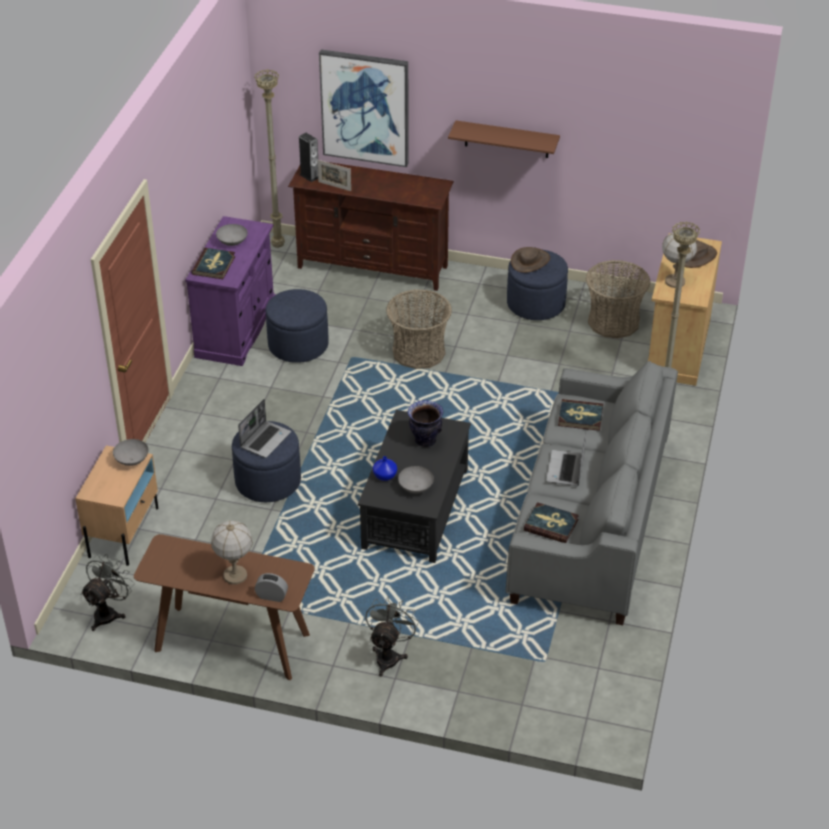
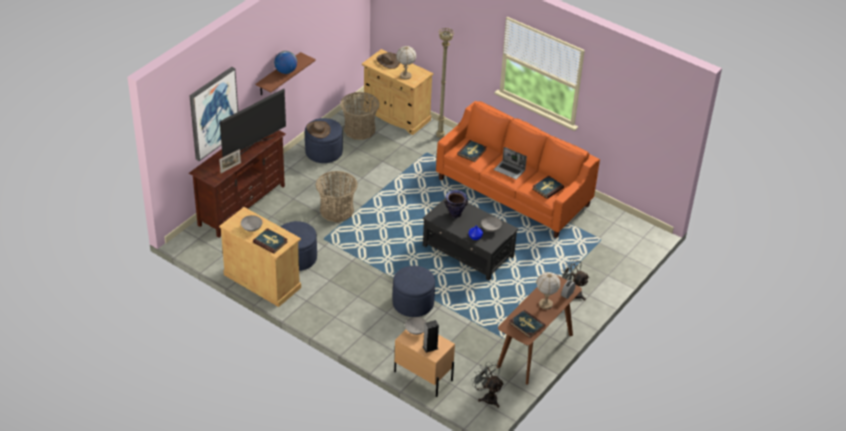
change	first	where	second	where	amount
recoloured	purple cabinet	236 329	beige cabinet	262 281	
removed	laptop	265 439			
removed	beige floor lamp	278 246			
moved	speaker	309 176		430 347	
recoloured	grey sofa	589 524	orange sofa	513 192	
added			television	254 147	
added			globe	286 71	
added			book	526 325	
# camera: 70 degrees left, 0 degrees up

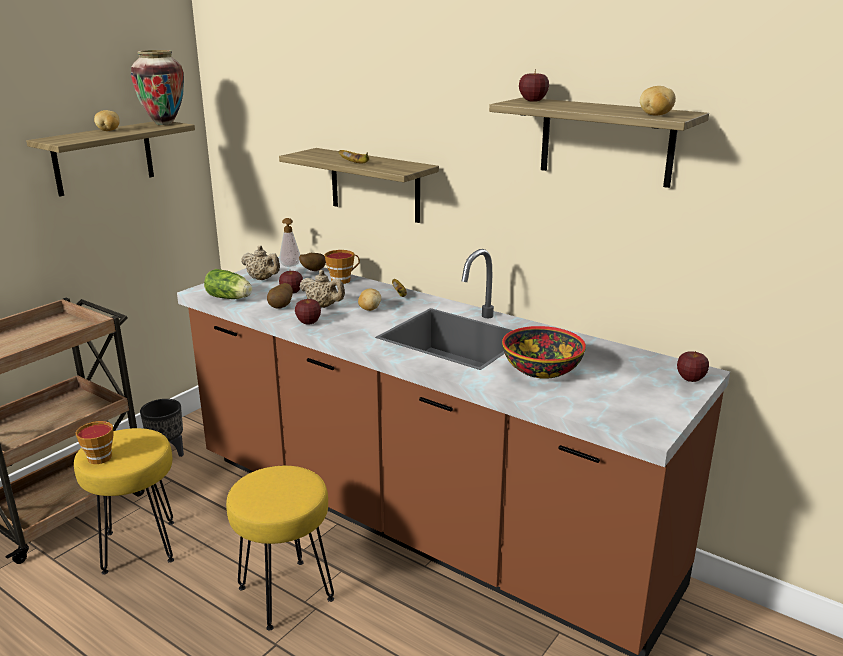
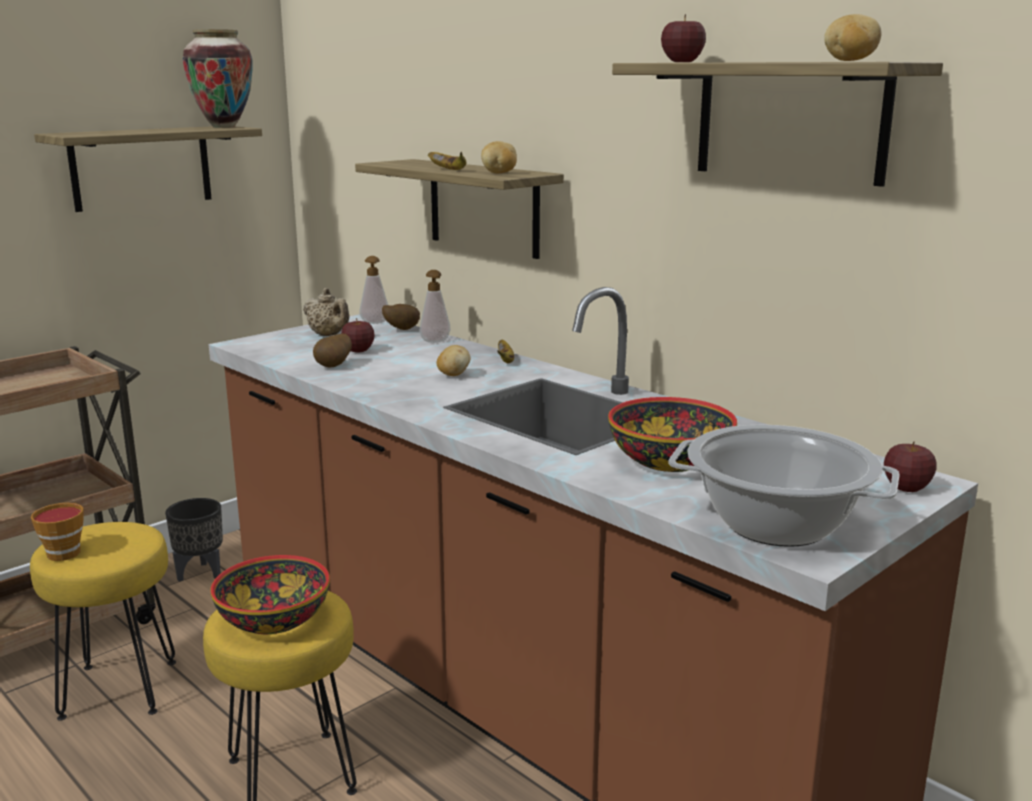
change	first	where	second	where	amount
moved	potato	108 130		499 173	
removed	lettuce	230 298			
removed	apple	308 322			
removed	beige teapot	323 306			
replaced	cup	343 280	soap dispenser	436 341	
added			bowl	274 620	
added			cooking pot	775 525	
# camera: 10 degrees right, 5 degrees down

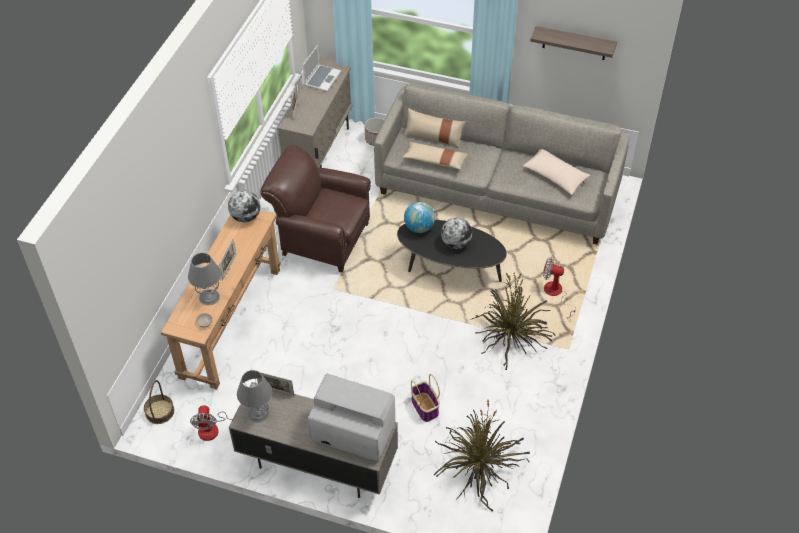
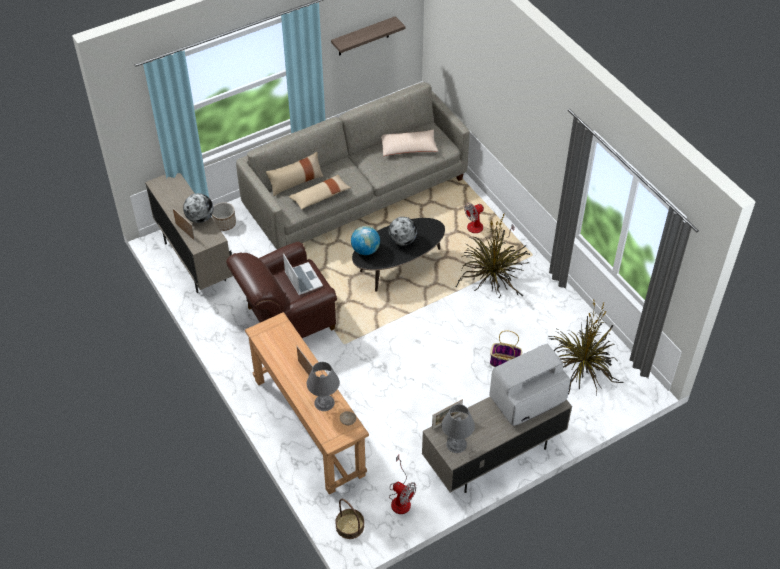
change	first	where	second	where	amount
moved	globe	246 217		200 218	
moved	laptop	322 78		302 279	
# camera: 50 degrees left, 0 degrees up

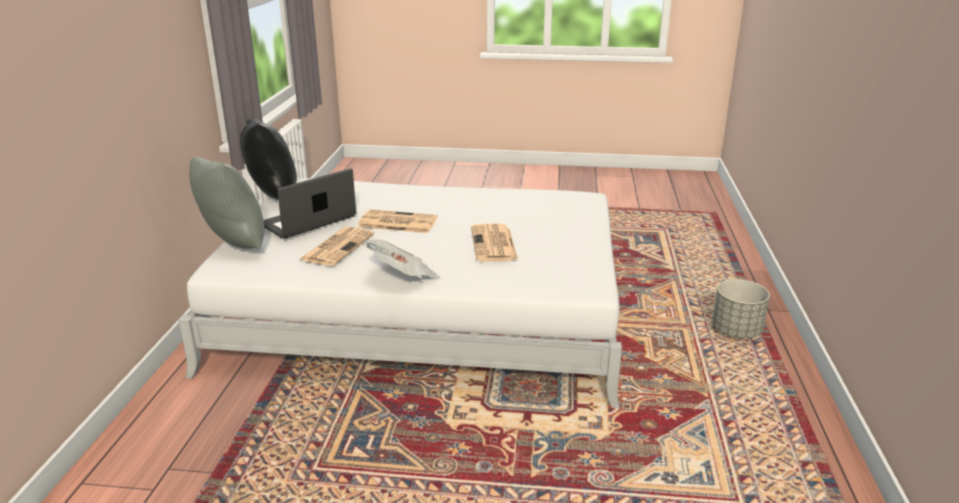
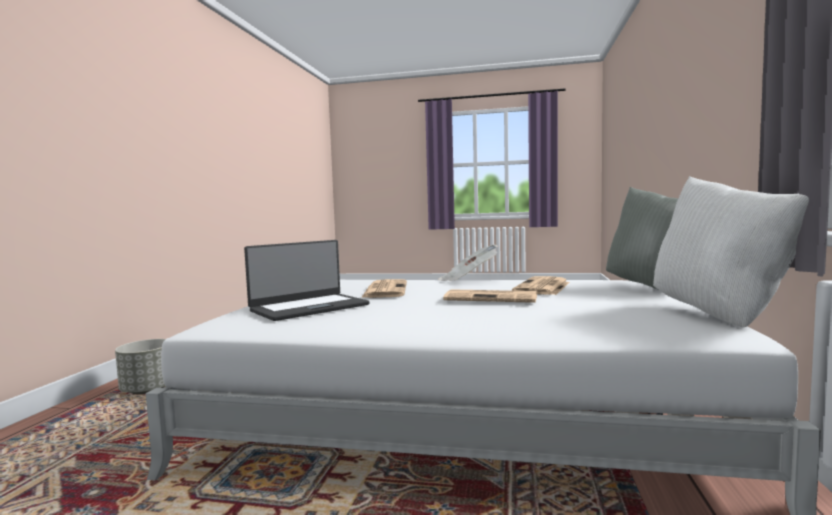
change	first	where	second	where	amount
recoloured	black pillow	271 197	white pillow	720 315	
moved	laptop	309 221		309 307	
# camera: 175 degrees left, 20 degrees down

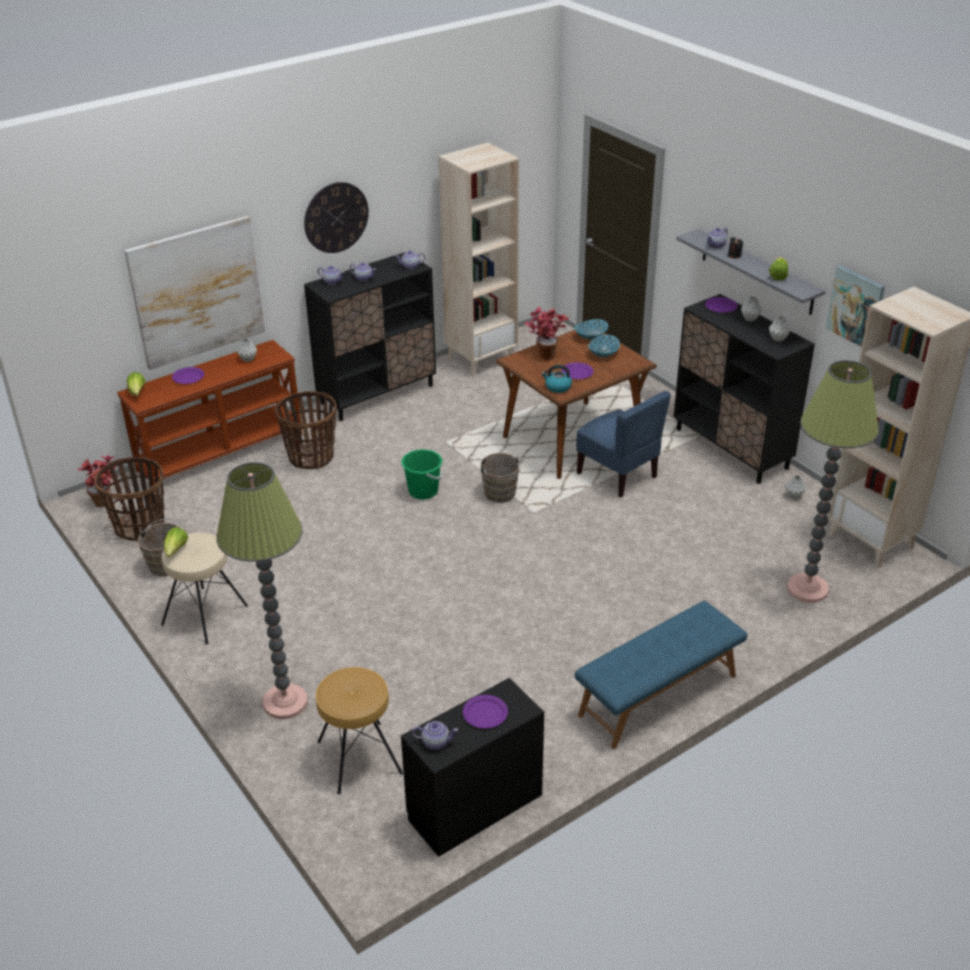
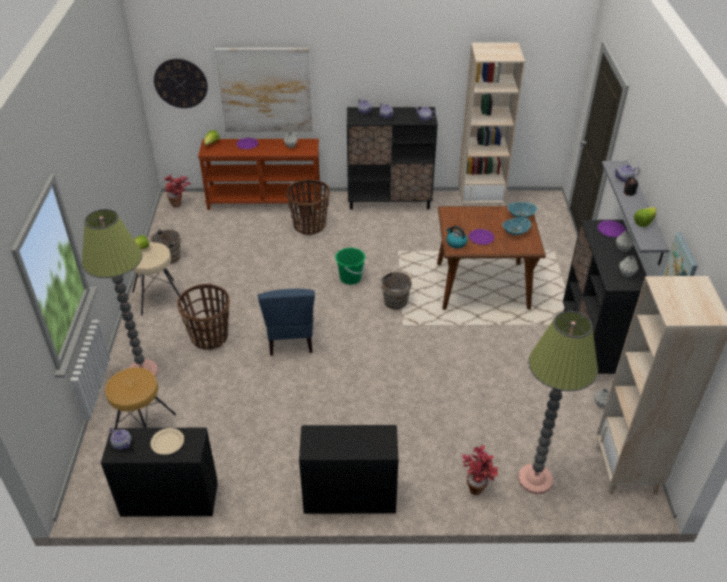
change	first	where	second	where	amount
moved	basket	140 527		209 337	
moved	wall clock	336 217		180 83	
recoloured	purple plate	484 713	beige plate	167 442	
moved	potted plant	545 354		477 486	
replaced	blue bench	658 696	black dresser	349 495	
moved	blue chair	618 475		290 338	
# camera: 35 degrees right, 5 degrees up

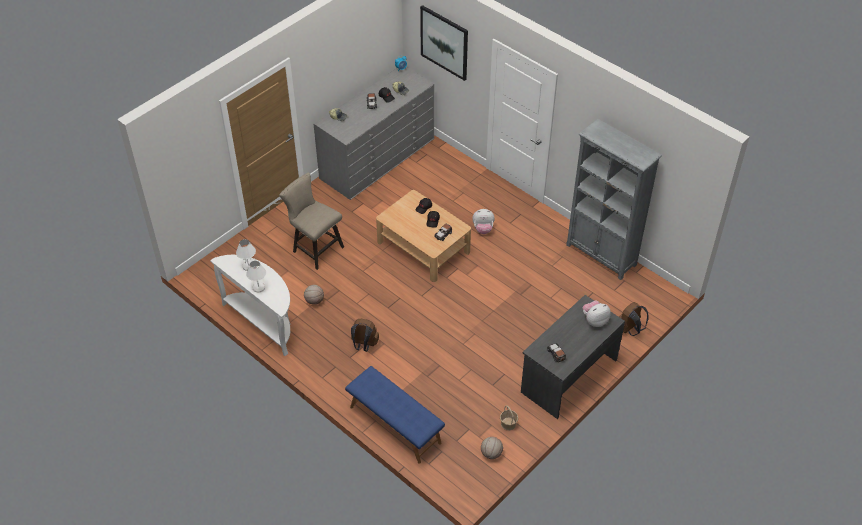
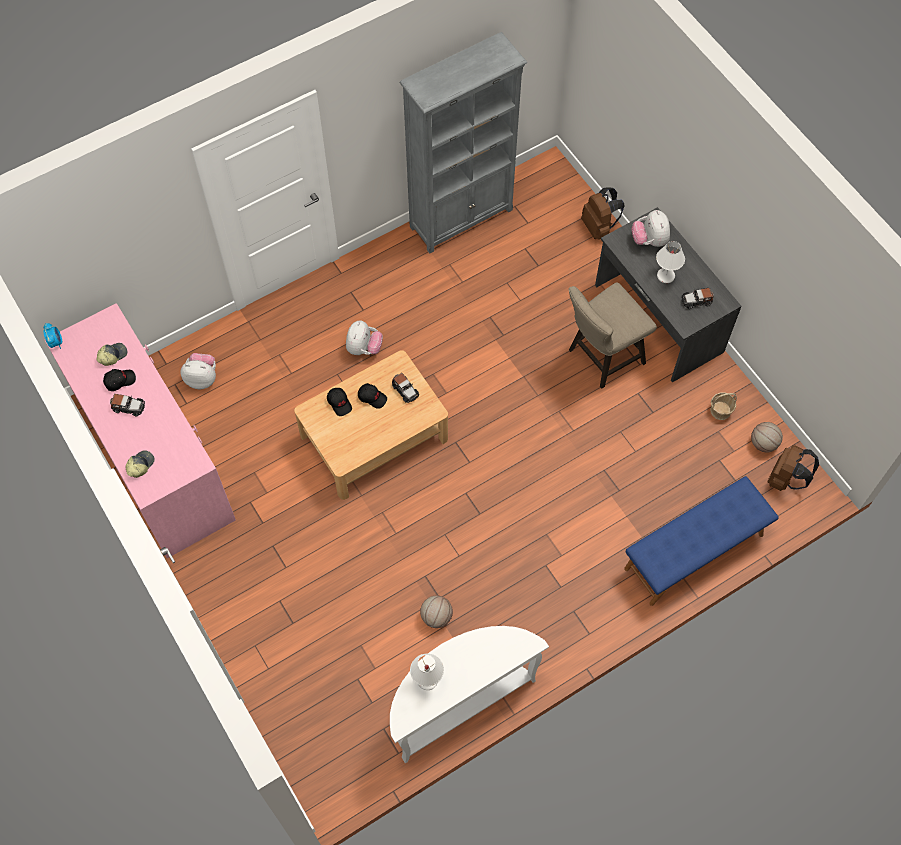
change	first	where	second	where	amount
moved	white table lamp	259 288		666 275	
moved	beige stool	315 248		601 358	
recoloured	grey dresser	377 158	pink dresser	155 458	
moved	brown backpack	364 345		785 479	
removed	picture	444 42			
added			plush toy	202 378	
# camera: 75 degrees left, 15 degrees up

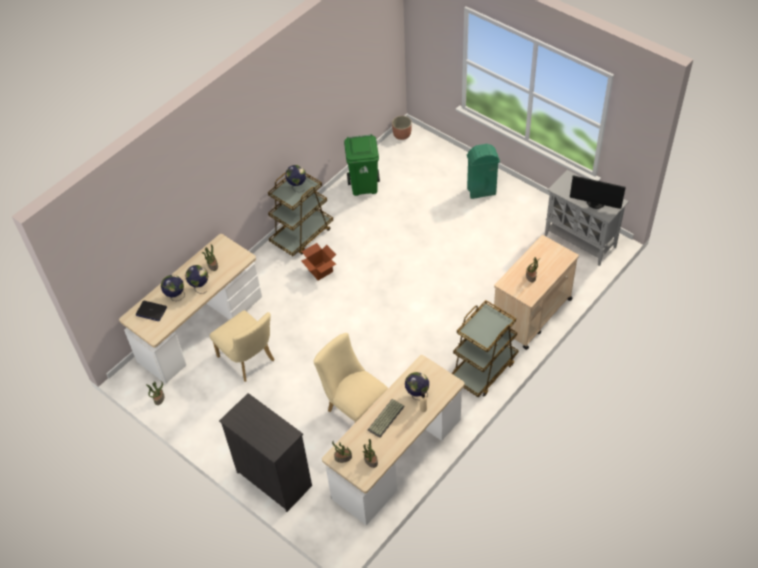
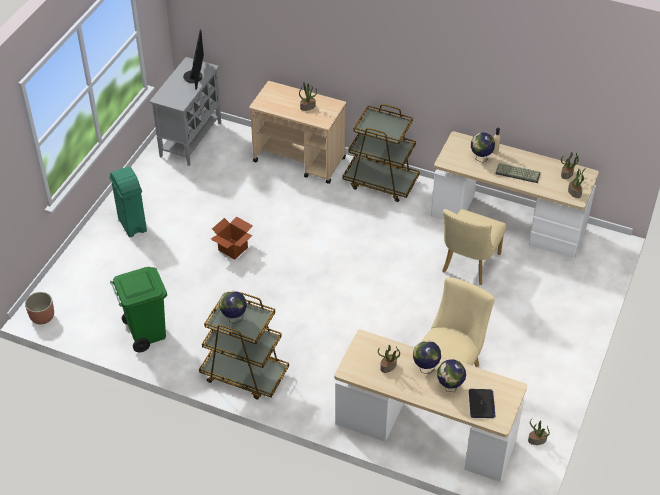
change	first	where	second	where	amount
removed	black dresser	274 478			
moved	cardboard box	320 270		233 249	
# camera: 110 degrees left, 5 degrees down

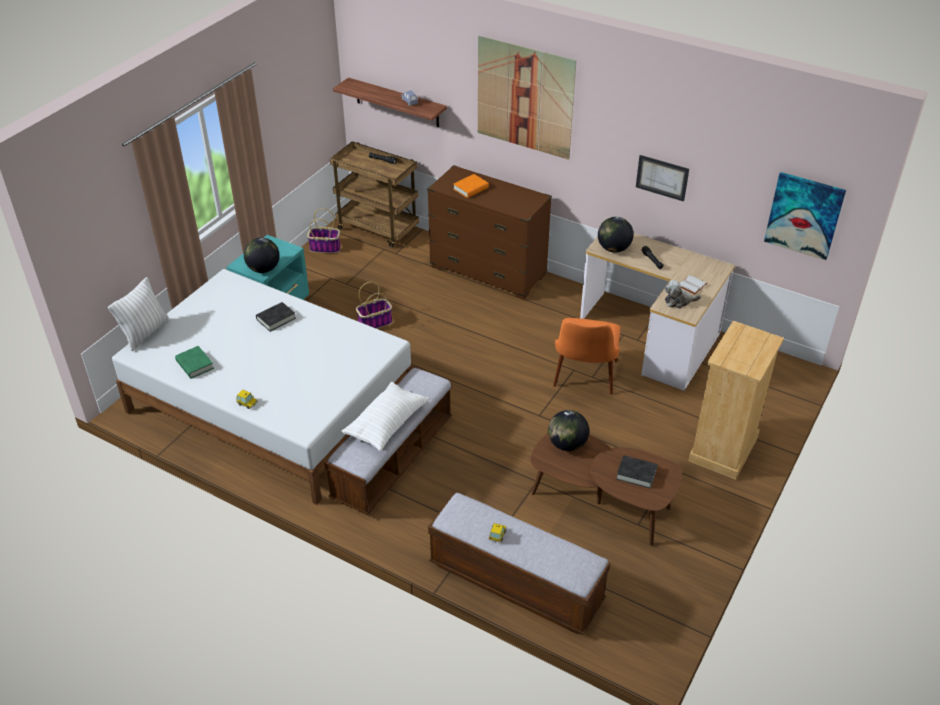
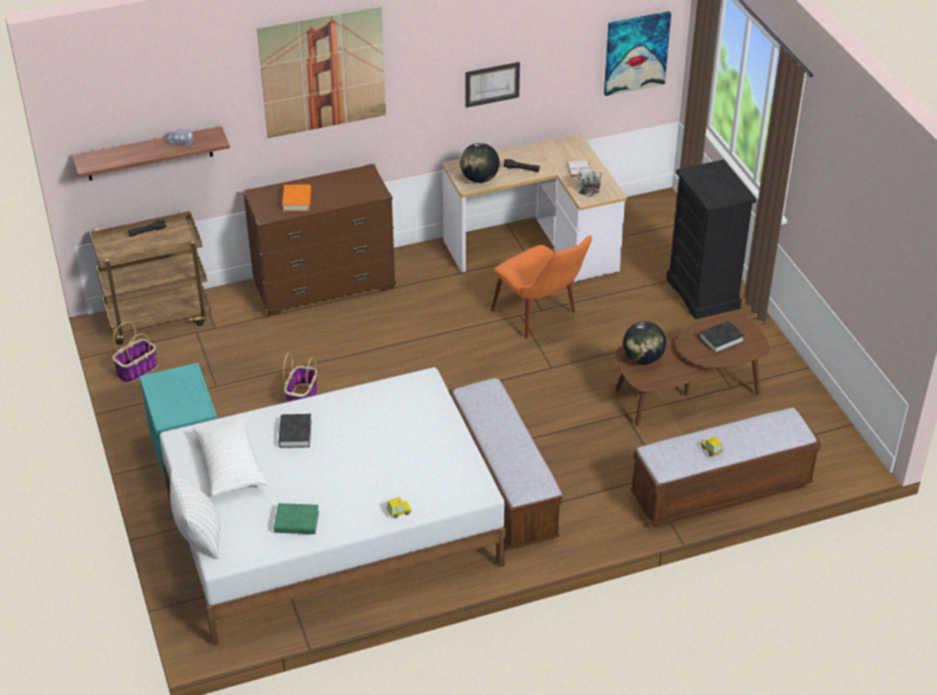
change	first	where	second	where	amount
removed	globe	263 269			
moved	white pillow	387 424		231 465	
recoloured	beige dresser	723 449	black dresser	703 293	
# camera: 50 degrees left, 0 degrees up

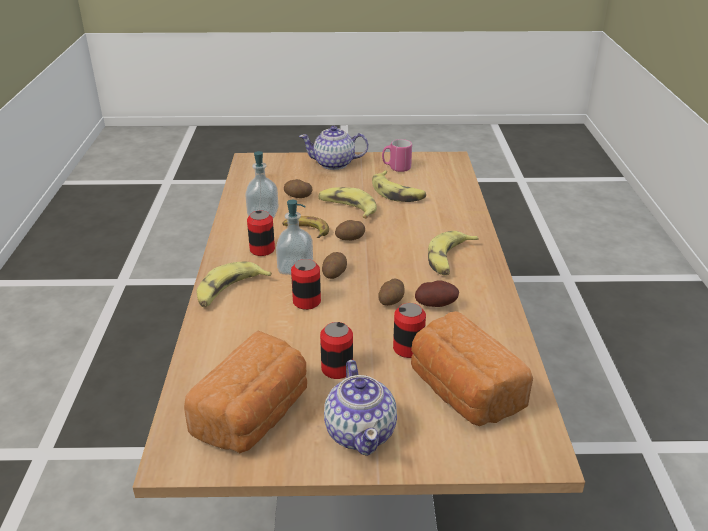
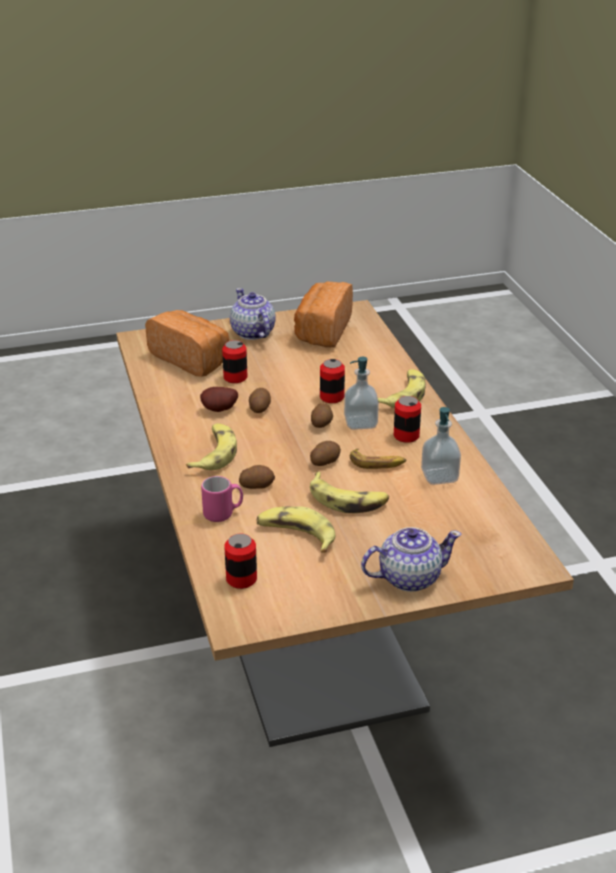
change	first	where	second	where	amount
moved	potato	298 196		256 485	
moved	can	337 369		241 579	
moved	pink mug	396 168		223 514	
# camera: 165 degrees right, 0 degrees up

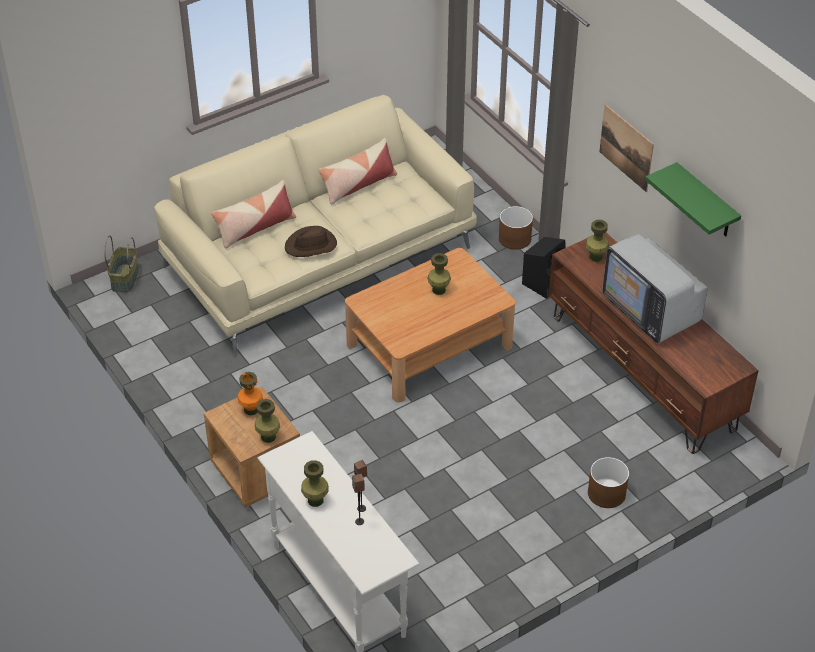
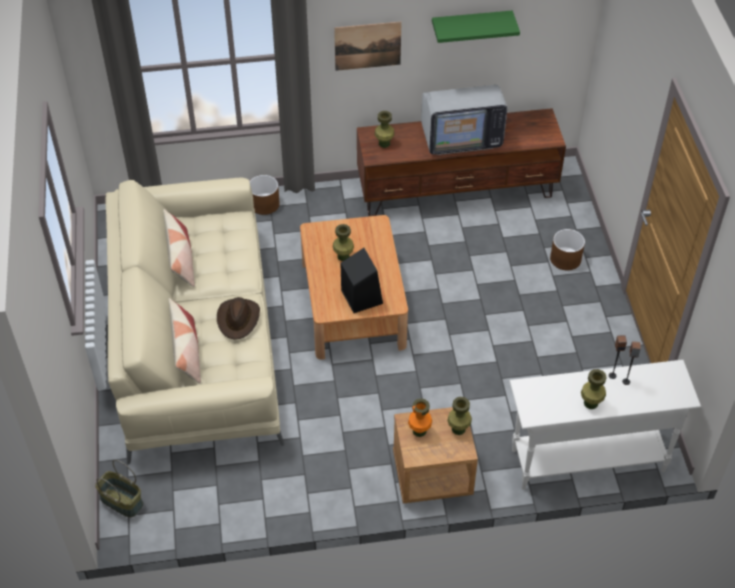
change	first	where	second	where	amount
moved	black speaker	544 282		361 296	
# camera: 65 degrees left, 5 degrees up

